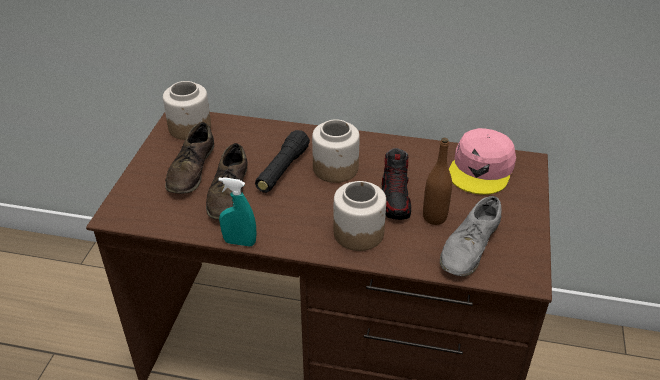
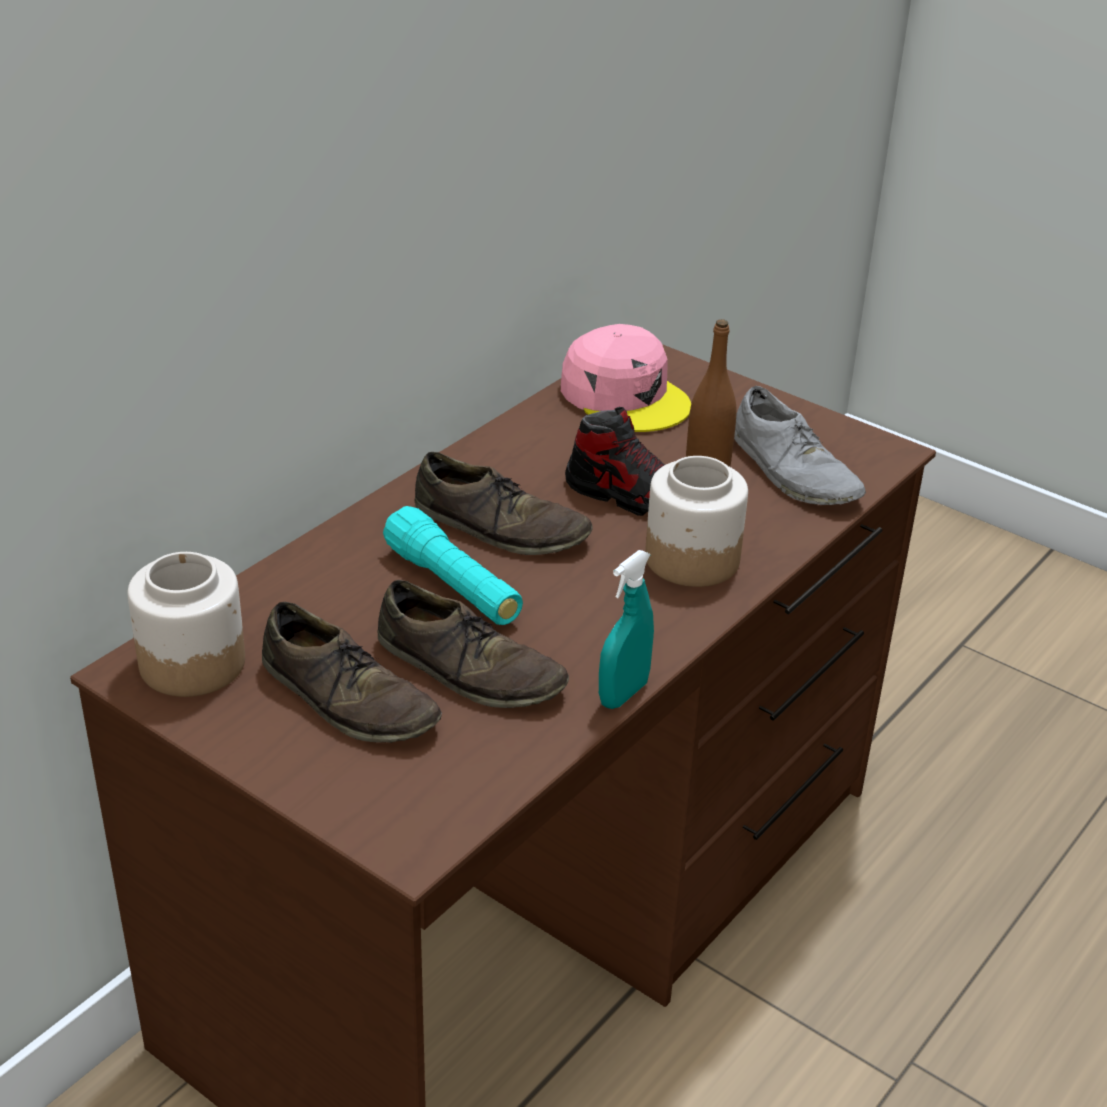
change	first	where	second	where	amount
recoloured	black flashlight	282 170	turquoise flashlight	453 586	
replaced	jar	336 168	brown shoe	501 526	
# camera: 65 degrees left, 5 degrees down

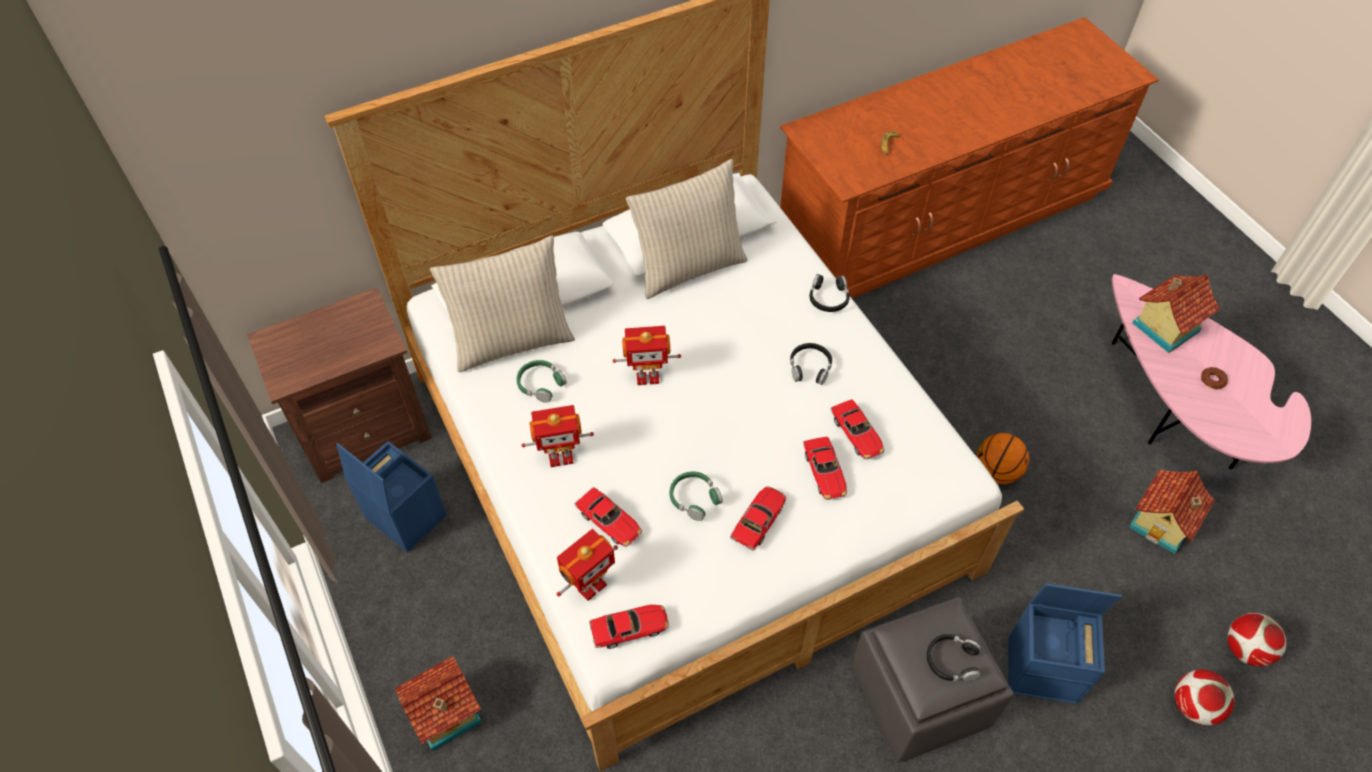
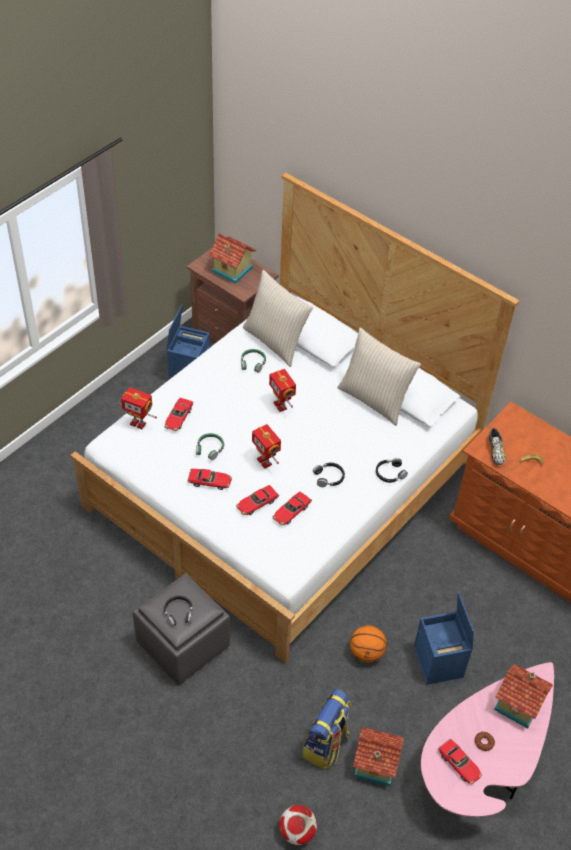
change	first	where	second	where	amount
moved	toy house	446 715		232 270	
moved	toy robot	560 457		265 461	
moved	toy car	630 629		459 764	
moved	blue storage box	1044 669		439 662	
removed	football	1193 706			
added			backpack	326 745	
added			shoe	495 451	
# camera: 65 degrees right, 5 degrees down

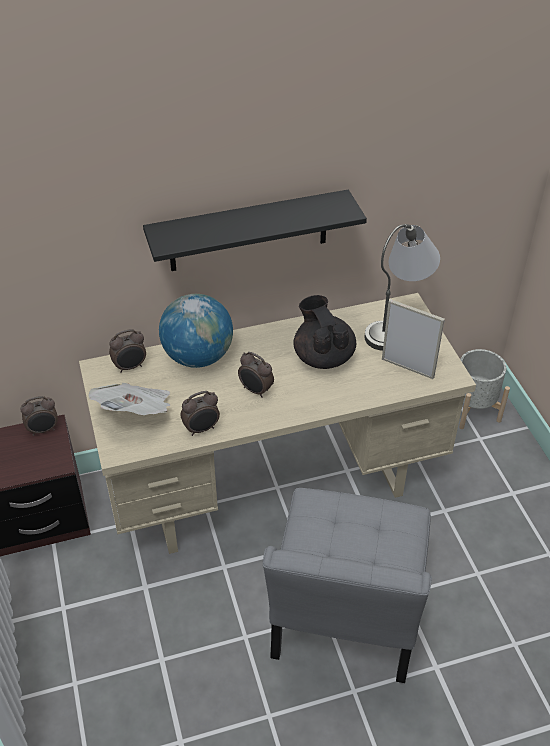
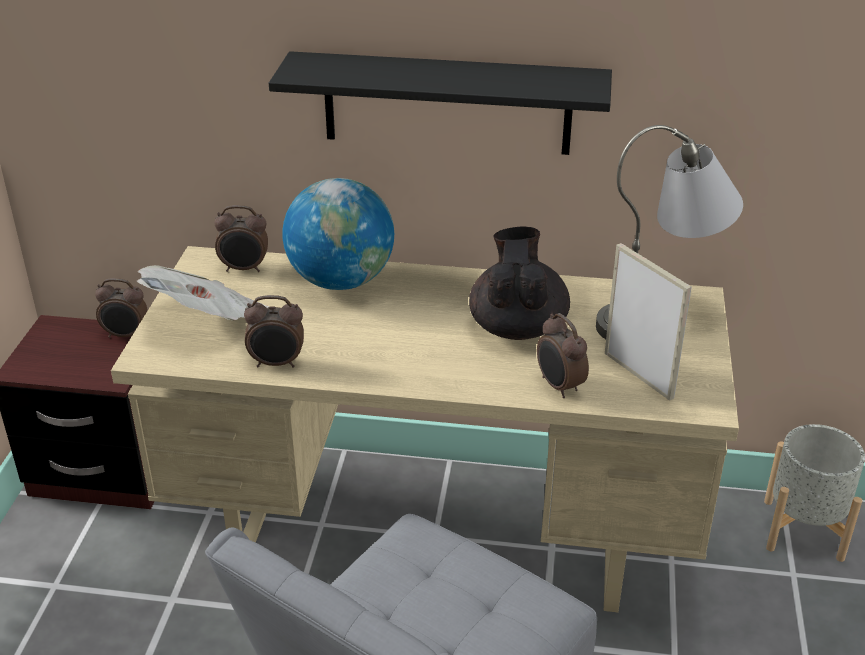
change	first	where	second	where	amount
moved	alarm clock	255 390		559 386	
# camera: 25 degrees right, 10 degrees down

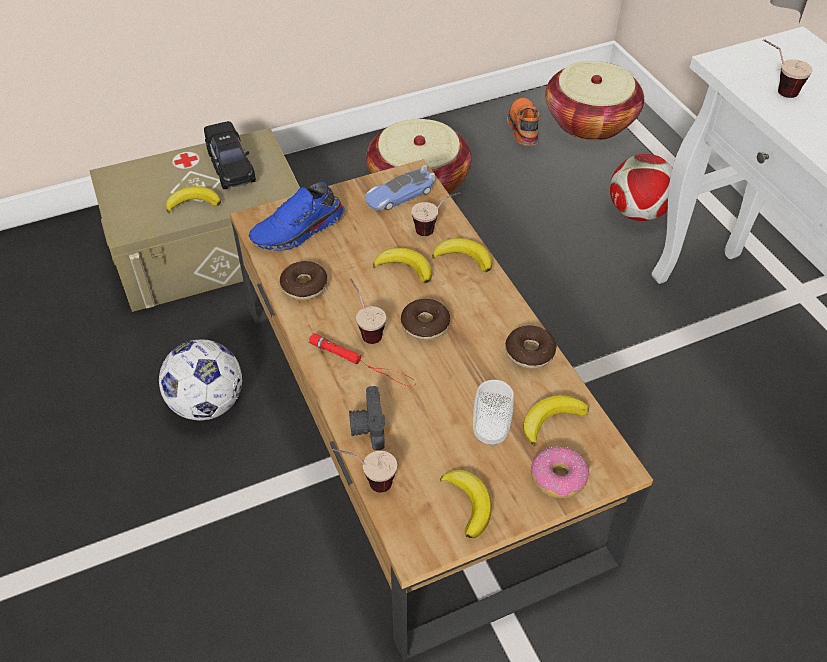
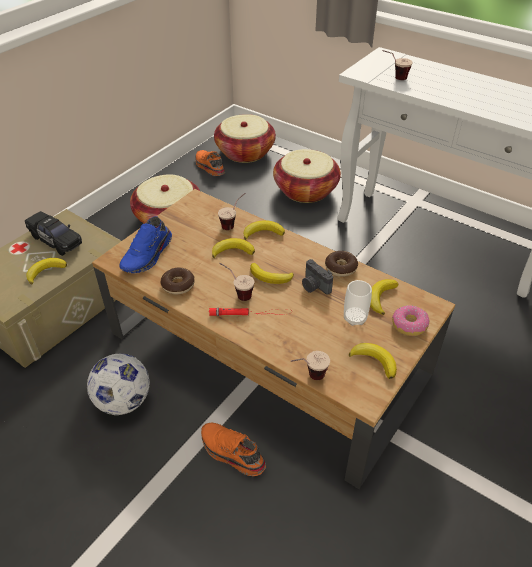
change	first	where	second	where	amount
moved	photo camera	367 428		314 286	
removed	toy car	399 195			
replaced	donut	425 325	banana	270 277	
replaced	football	637 212	basket	305 190	
added			orange shoe	231 453	
# camera: 30 degrees left, 5 degrees down

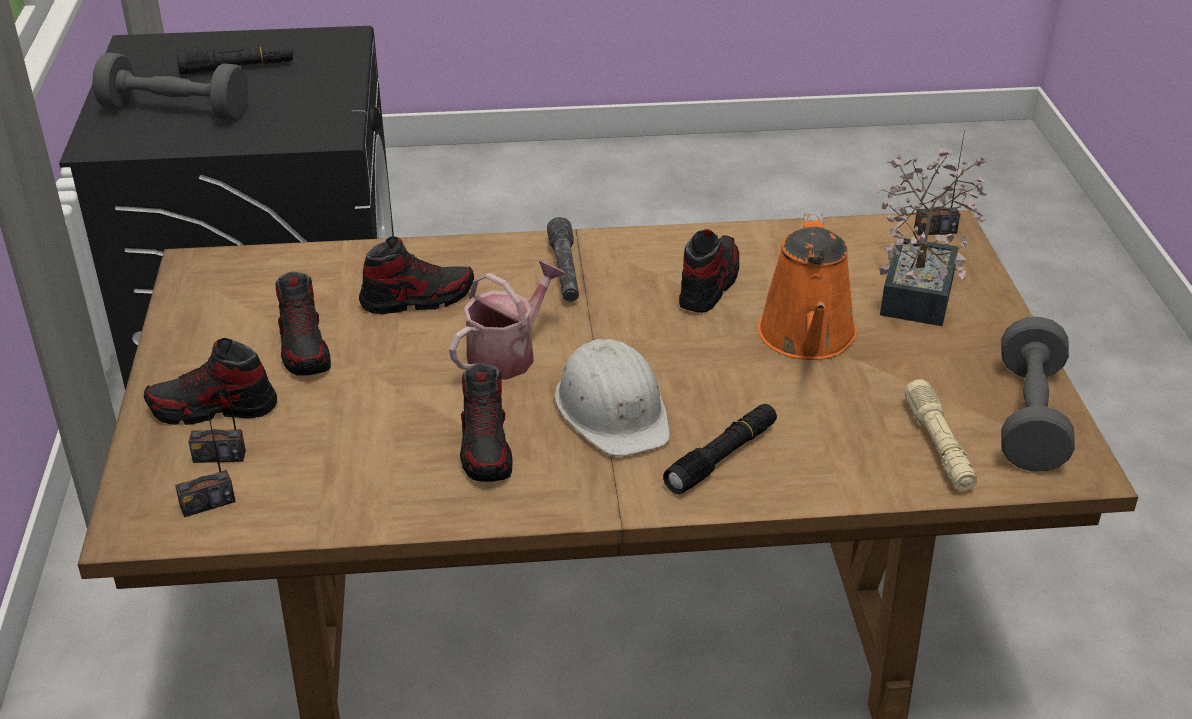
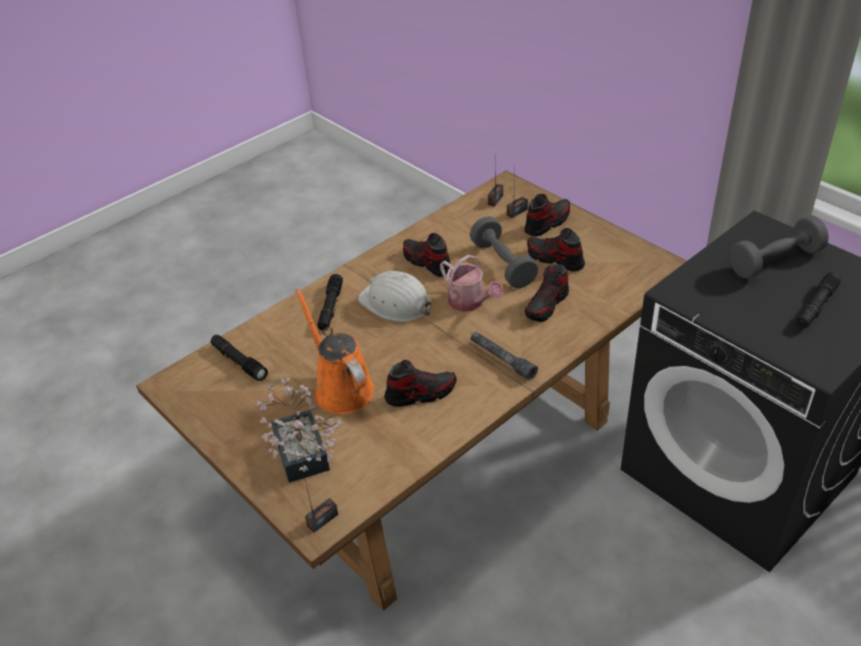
change	first	where	second	where	amount
turned	watering can	508 354		470 302	45 degrees counterclockwise
turned	shoe	708 285		421 393	90 degrees counterclockwise
recoloured	beige flashlight	938 445	black flashlight	239 362	
moved	grey dumbbell	1030 418		503 264	
# camera: 145 degrees right, 5 degrees up

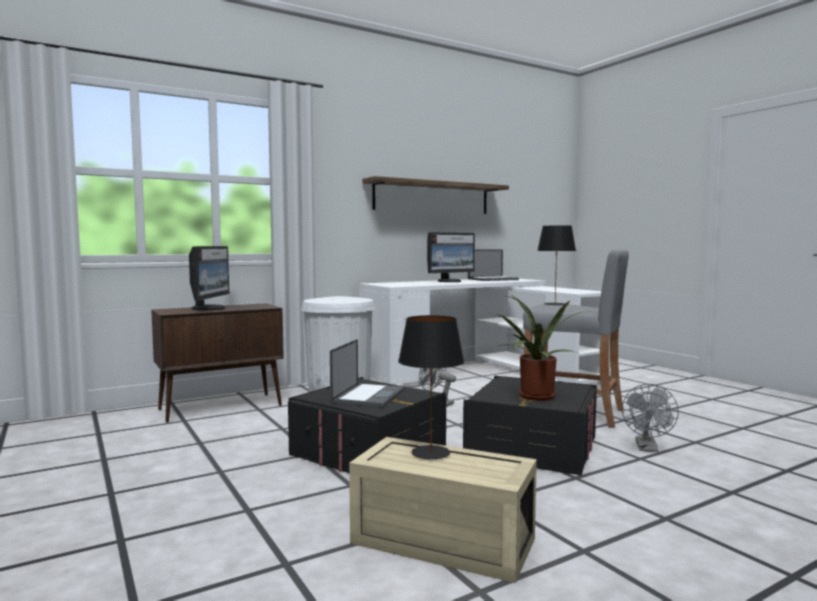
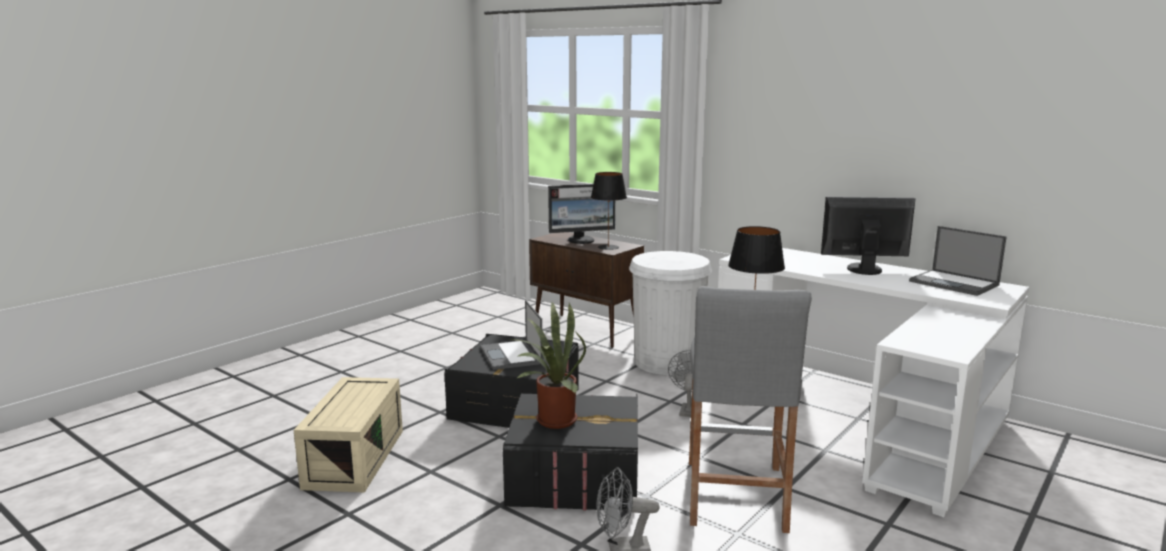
change	first	where	second	where	amount
turned	laptop	369 395		511 356	75 degrees clockwise
removed	shelf	432 197			
moved	black table lamp	430 452		608 247	
turned	monitor	450 281		863 269	150 degrees clockwise
# camera: 70 degrees right, 10 degrees up

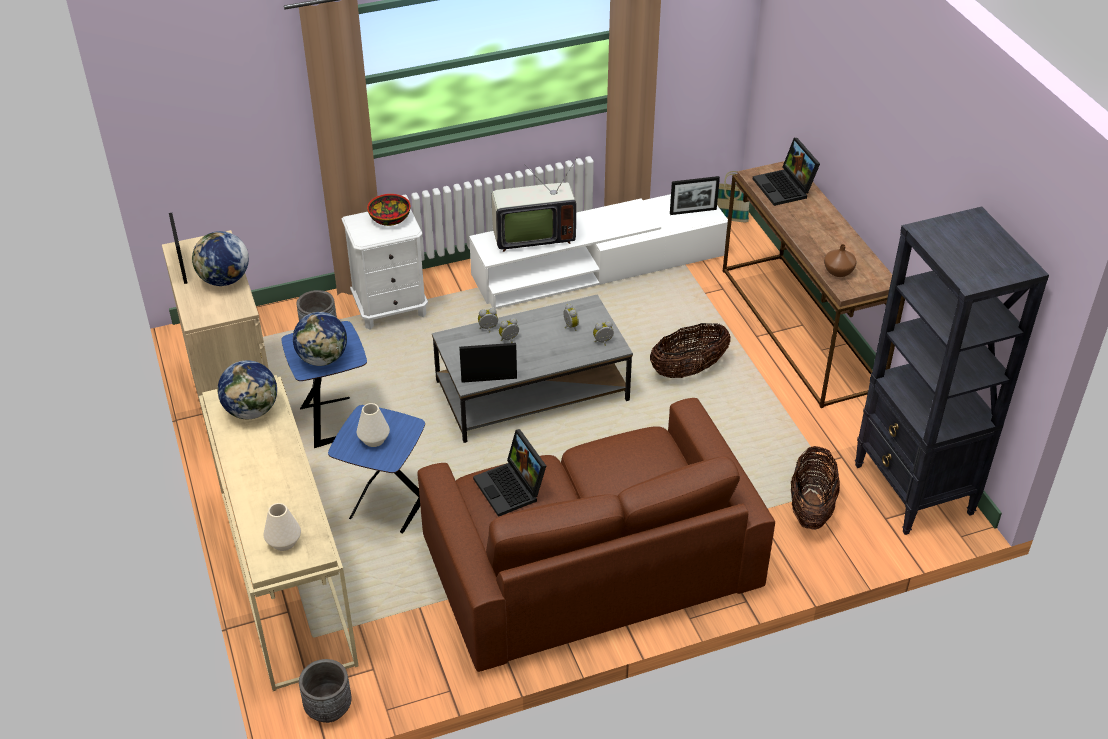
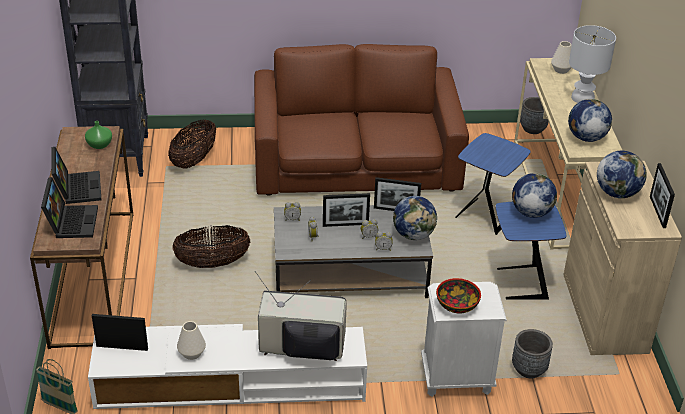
change	first	where	second	where	amount
moved	white vase	374 439		192 353	
moved	laptop	512 488		77 188	
recoloured	brown vase	838 272	green vase	100 144	
added			picture frame	345 224	
added			globe	414 235	
added			white table lamp	583 98	
# camera: 165 degrees left, 5 degrees down

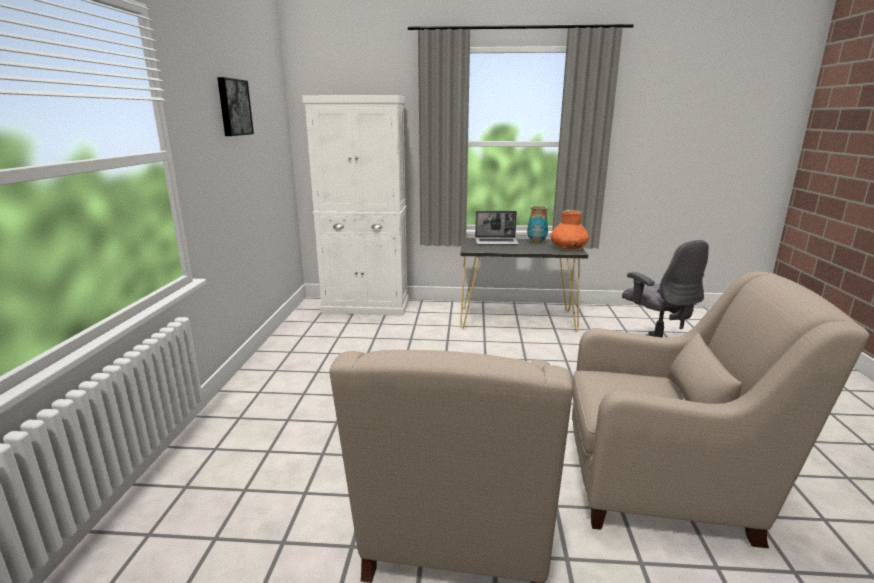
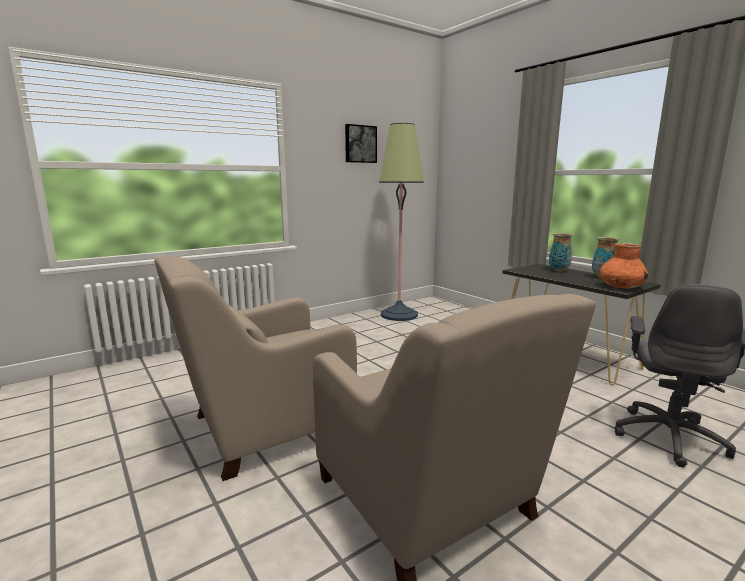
change	first	where	second	where	amount
removed	white cabinet	366 307			
replaced	laptop	497 242	vase	559 270	
added			floor lamp	399 315	
# camera: 50 degrees right, 5 degrees down

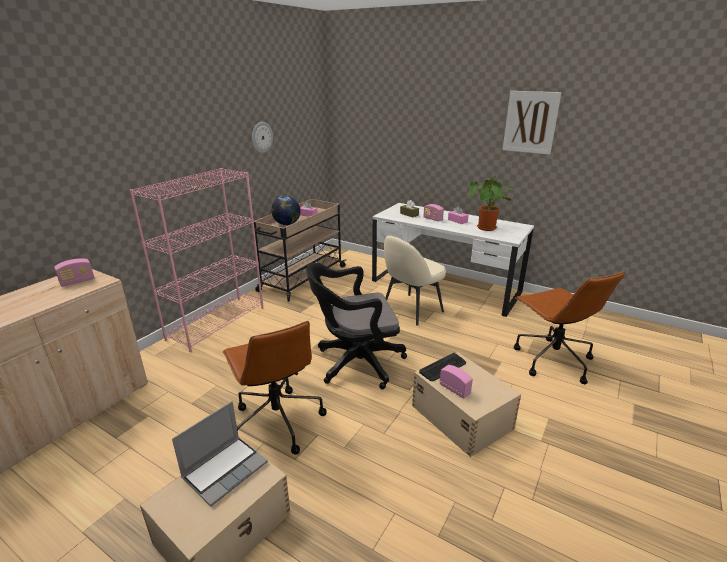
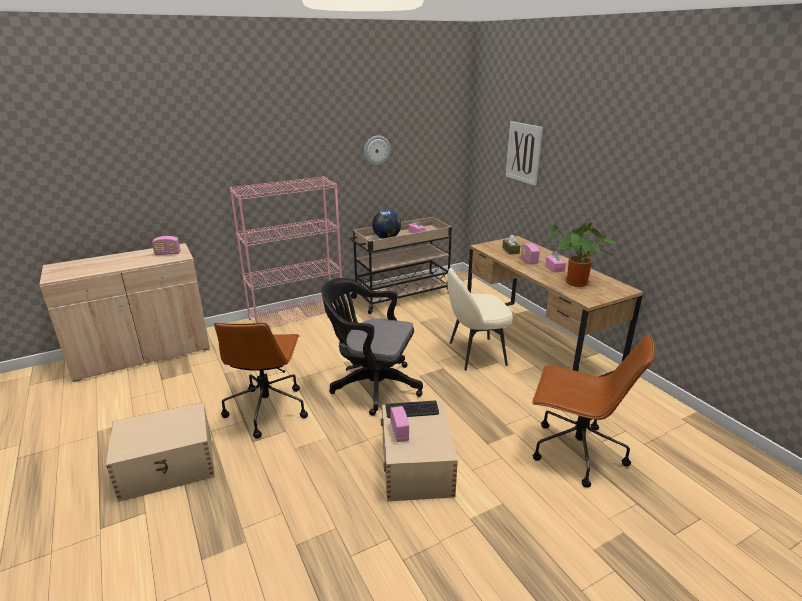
change	first	where	second	where	amount
removed	laptop	225 469			
recoloured	white desk	445 286	brown desk	537 340	
moved	picture	530 122		523 152	
turned	brown office chair	552 360		575 452	75 degrees counterclockwise
# camera: 30 degrees right, 0 degrees up

